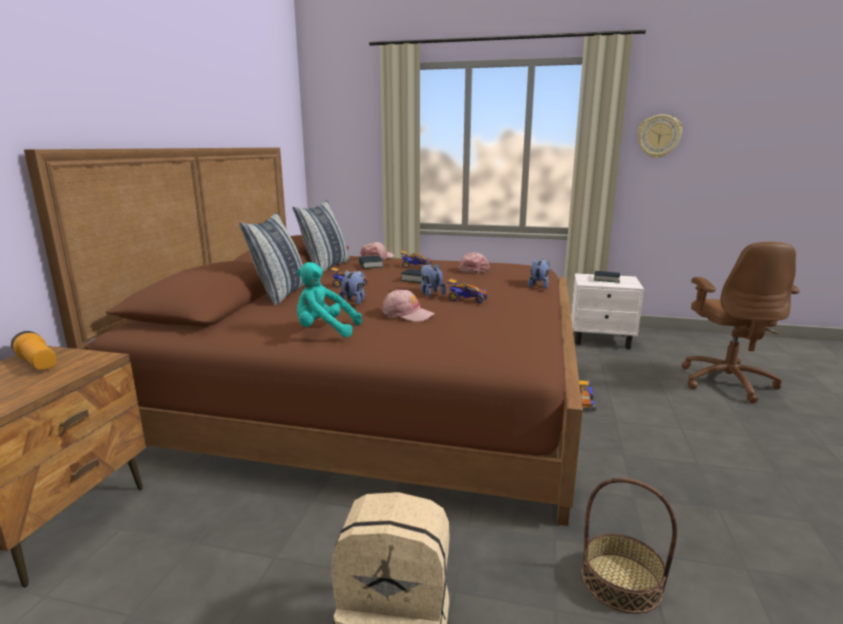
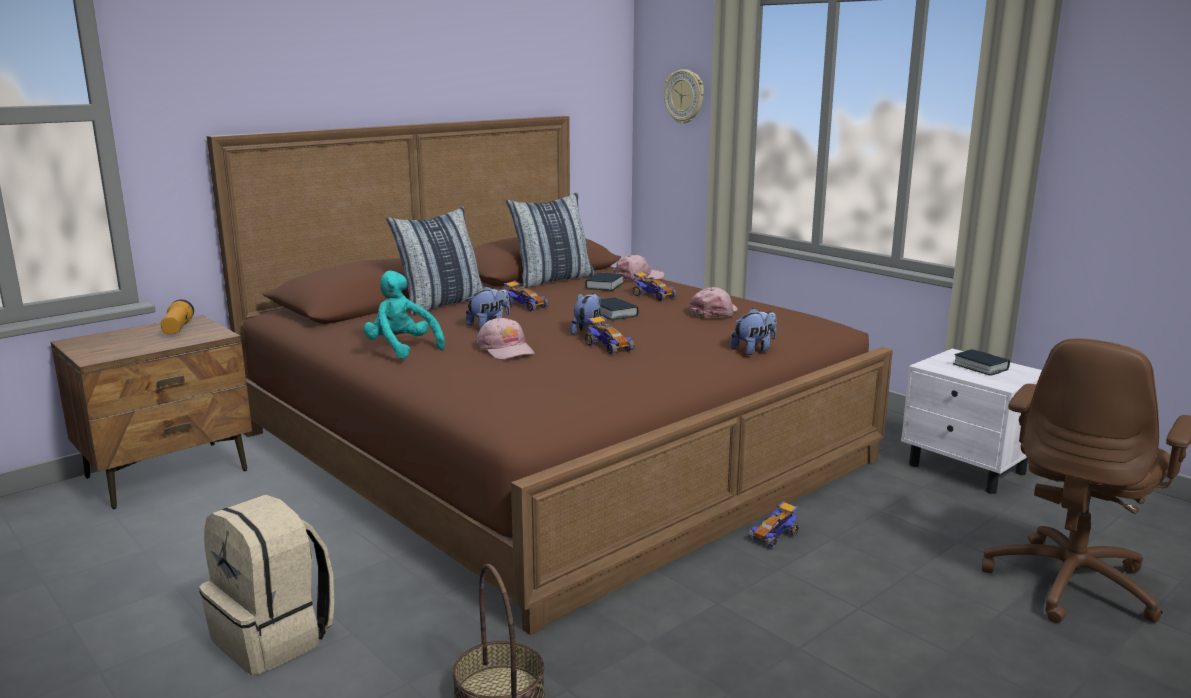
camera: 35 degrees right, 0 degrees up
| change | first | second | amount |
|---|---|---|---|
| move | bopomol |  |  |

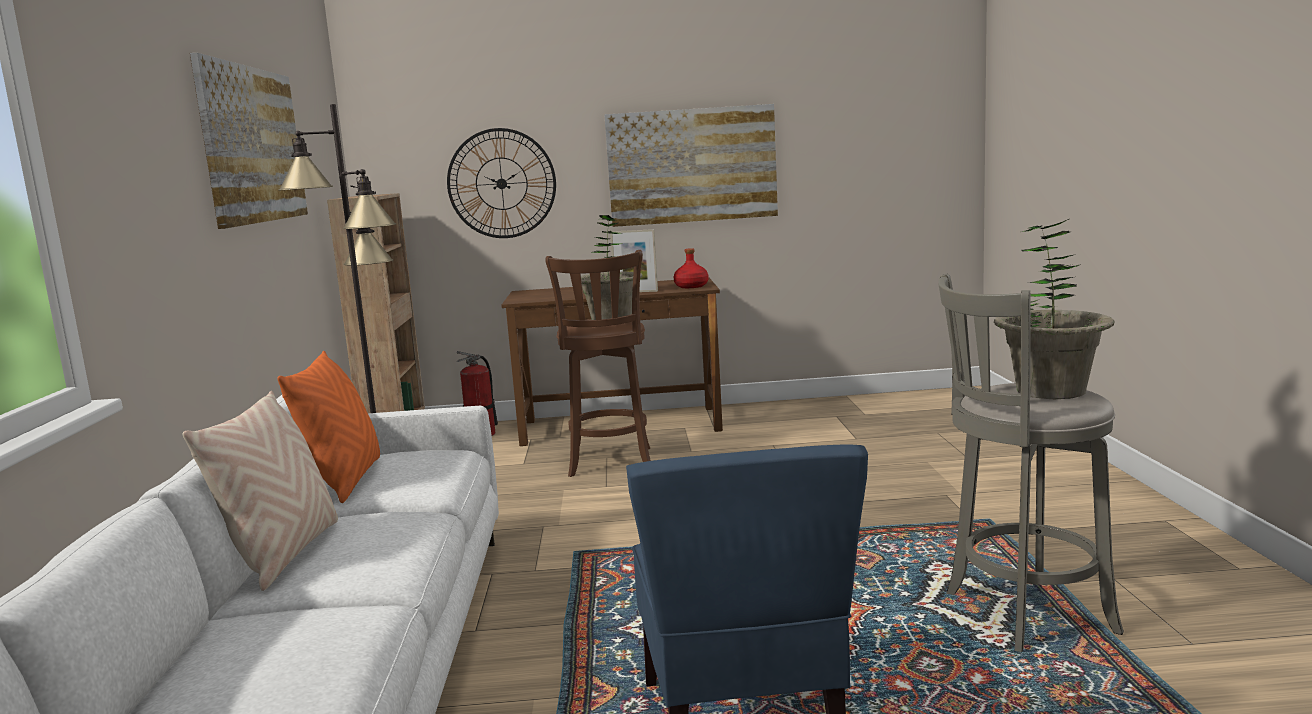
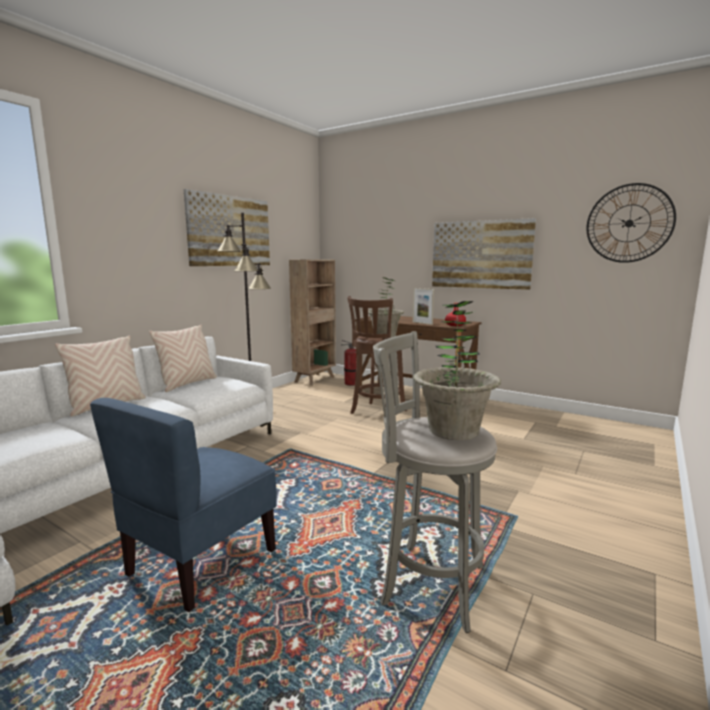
camera: 35 degrees right, 0 degrees up
| change | first | second | amount |
|---|---|---|---|
| move | bopomol |  |  |
| recolor | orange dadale | beige dadale (2nd from left) |  |

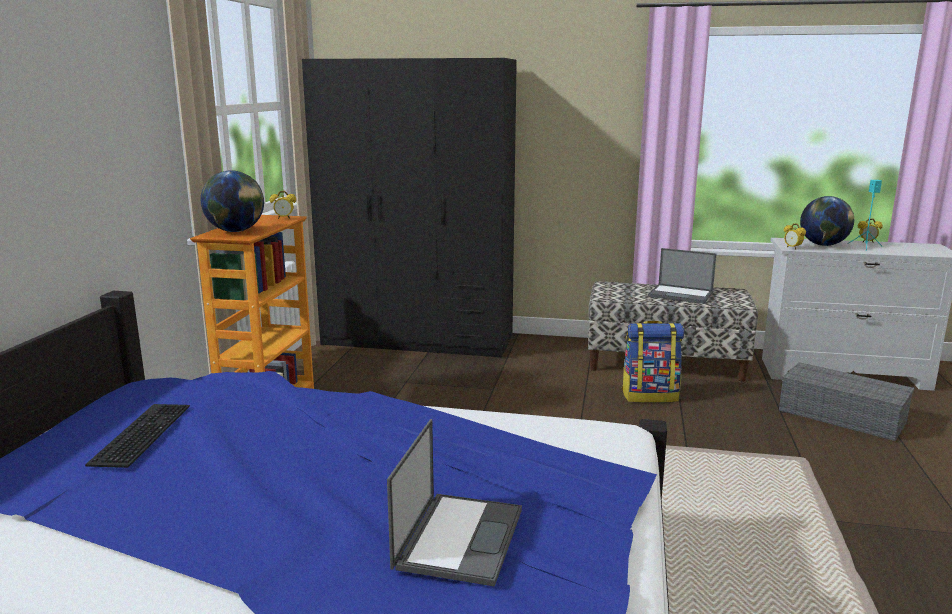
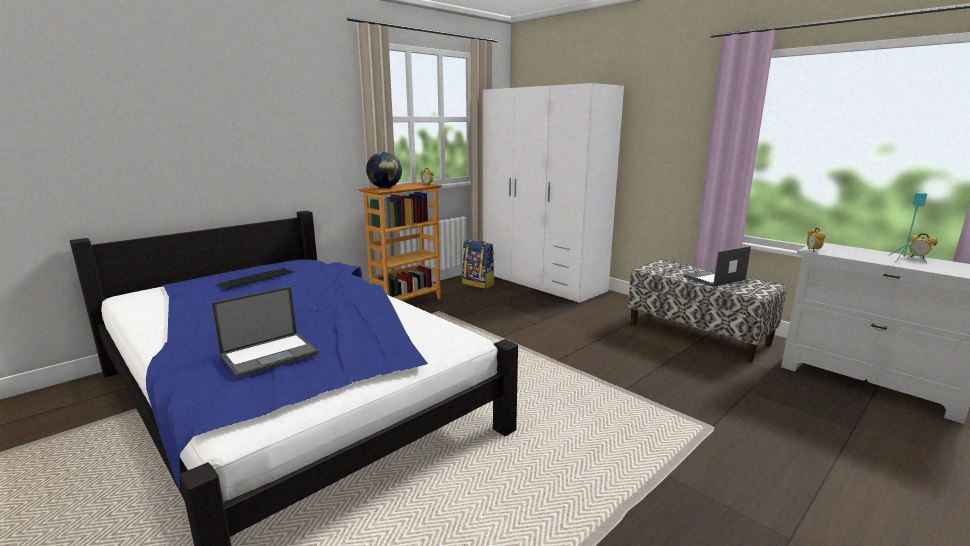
camera: 35 degrees right, 0 degrees up
| change | first | second | amount |
|---|---|---|---|
| delete | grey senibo |  |  |
| delete | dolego (2nd from left) |  |  |
| move | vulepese |  |  |
| recolor | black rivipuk | white rivipuk |  |
| rotate | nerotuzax (2nd from left) |  | 90 degrees clockwise |

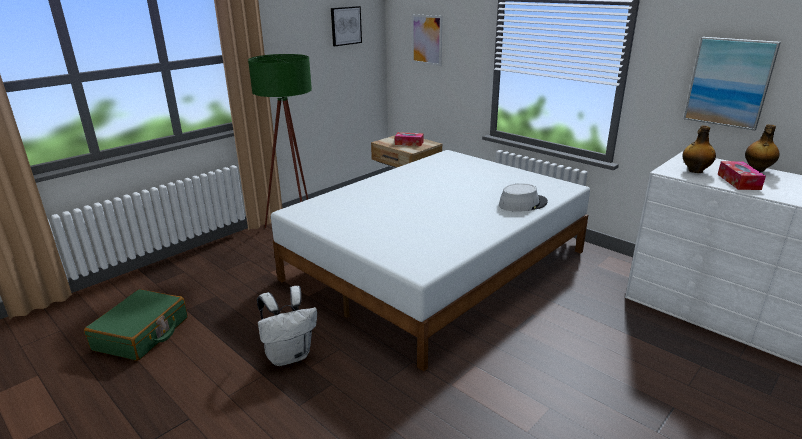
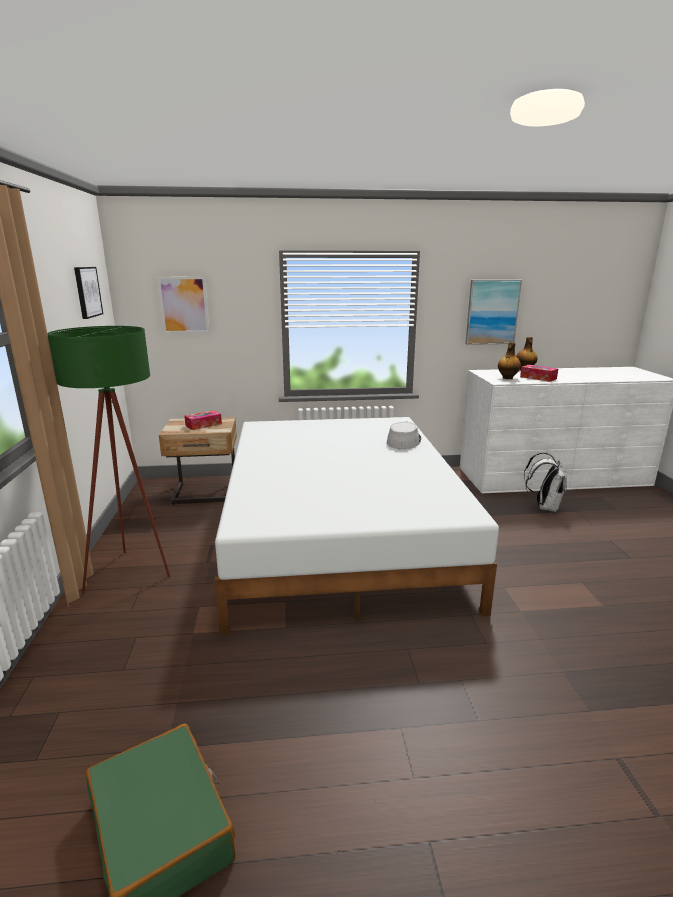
camera: 50 degrees left, 5 degrees down
| change | first | second | amount |
|---|---|---|---|
| move | white vulepese |  |  |

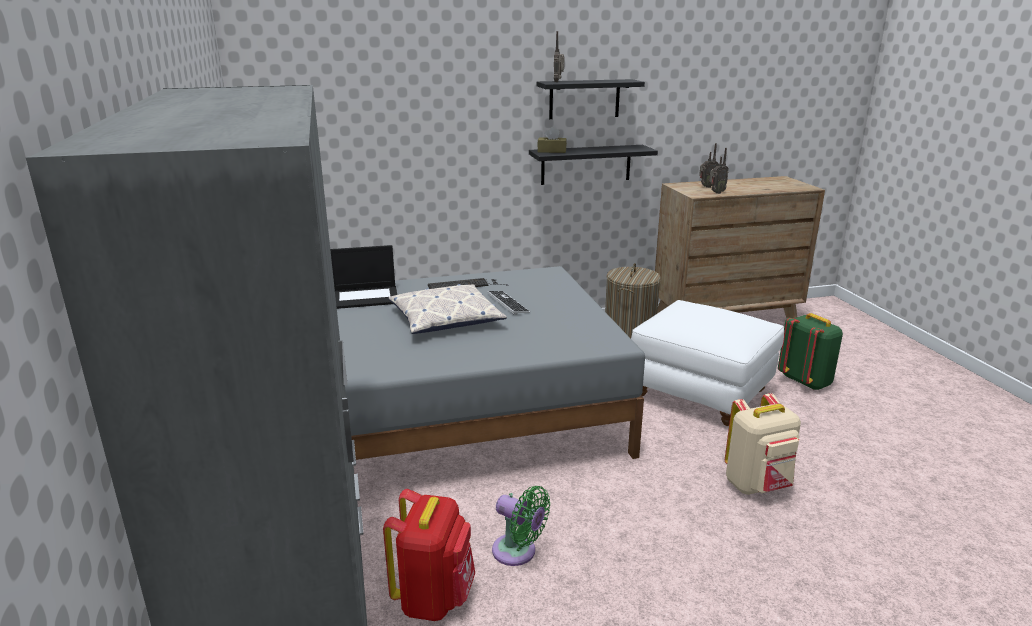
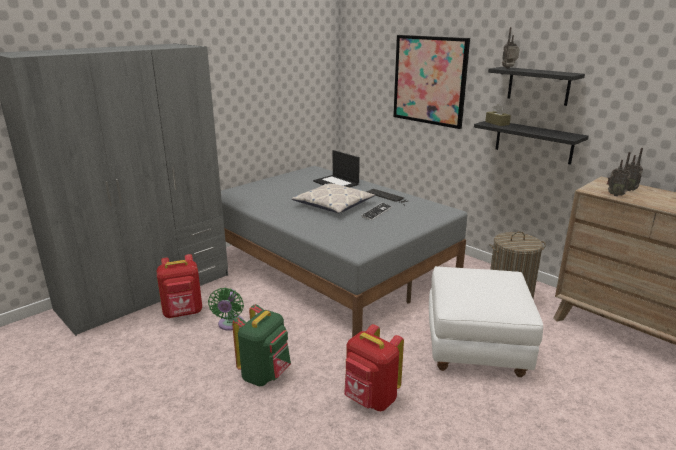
camera: 60 degrees right, 0 degrees up
| change | first | second | amount |
|---|---|---|---|
| insert |  | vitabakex |  |
| move | green vulepese |  |  |
| recolor | beige vulepese | red vulepese (2nd from left) |  |

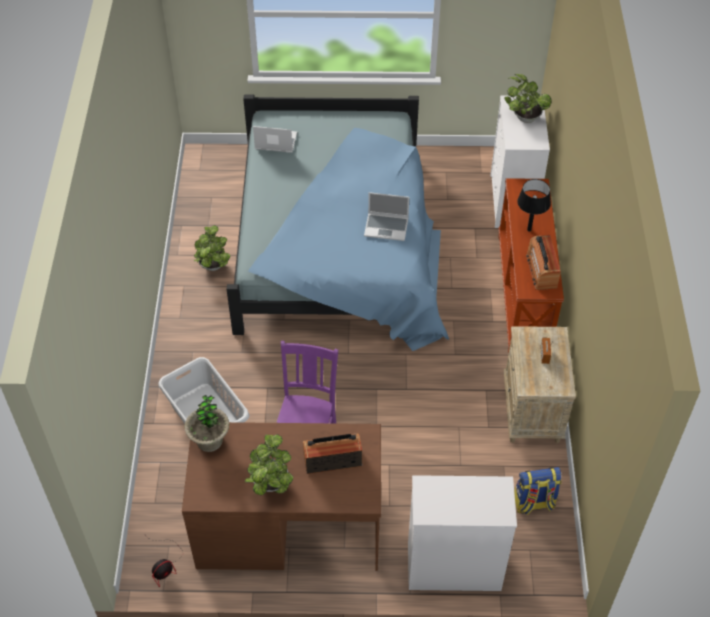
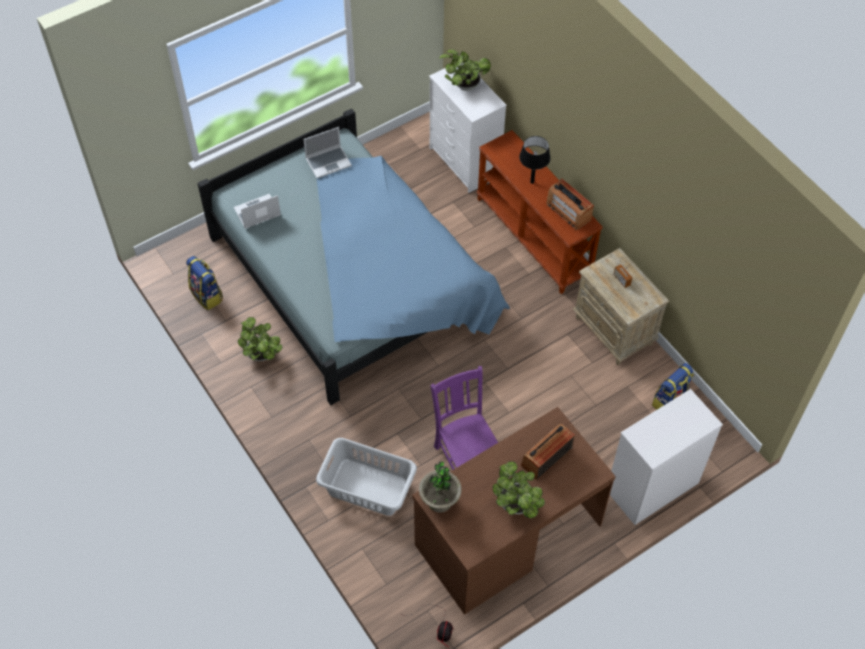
camera: 35 degrees left, 5 degrees up
| change | first | second | amount |
|---|---|---|---|
| insert |  | vulepese (1st from left) |  |
| move | nerotuzax (2nd from left) |  |  |

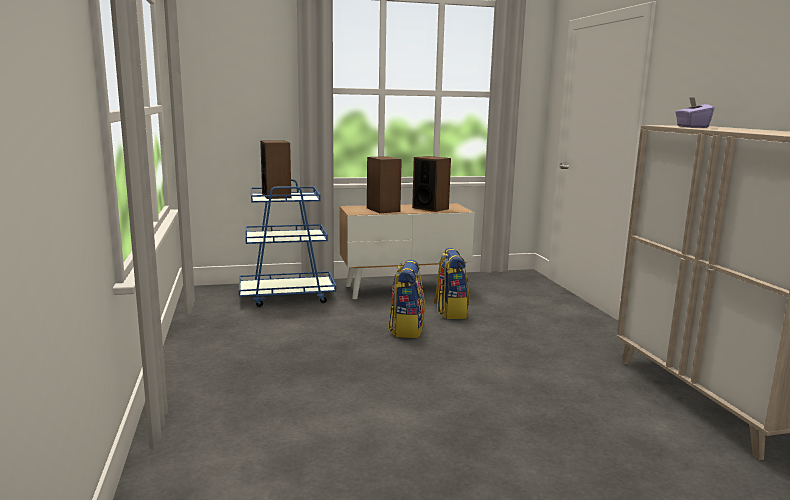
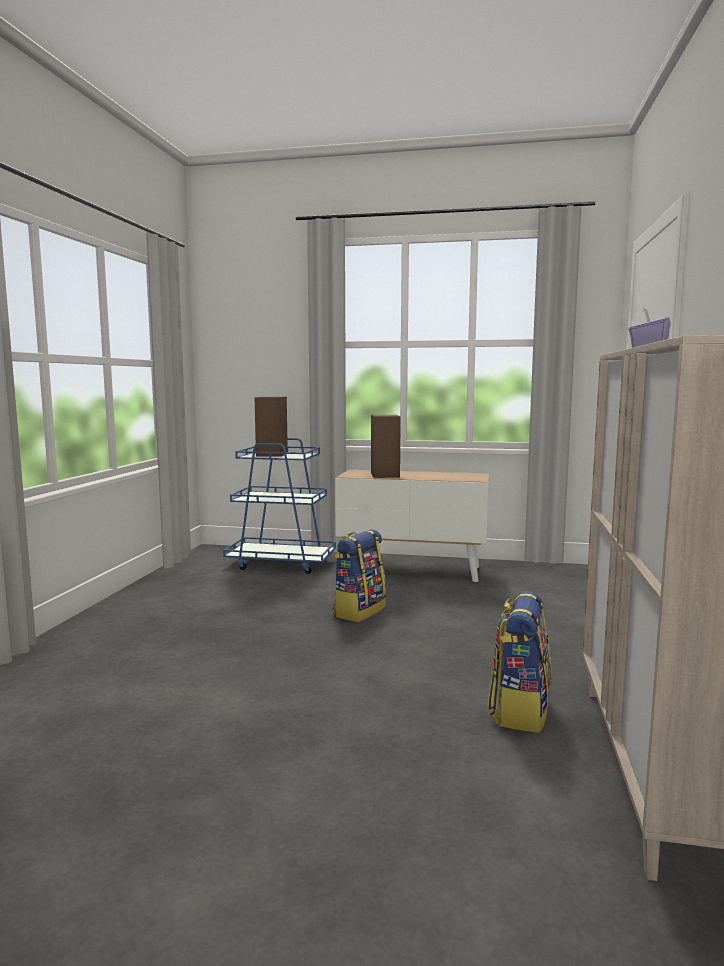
camera: 25 degrees right, 5 degrees down
| change | first | second | amount |
|---|---|---|---|
| delete | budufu (3rd from left) |  |  |
| move | vulepese (2nd from left) |  |  |

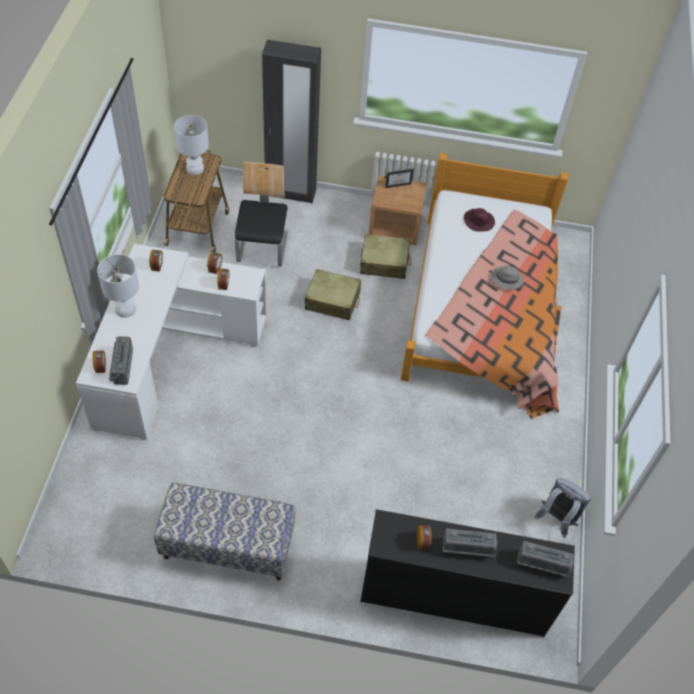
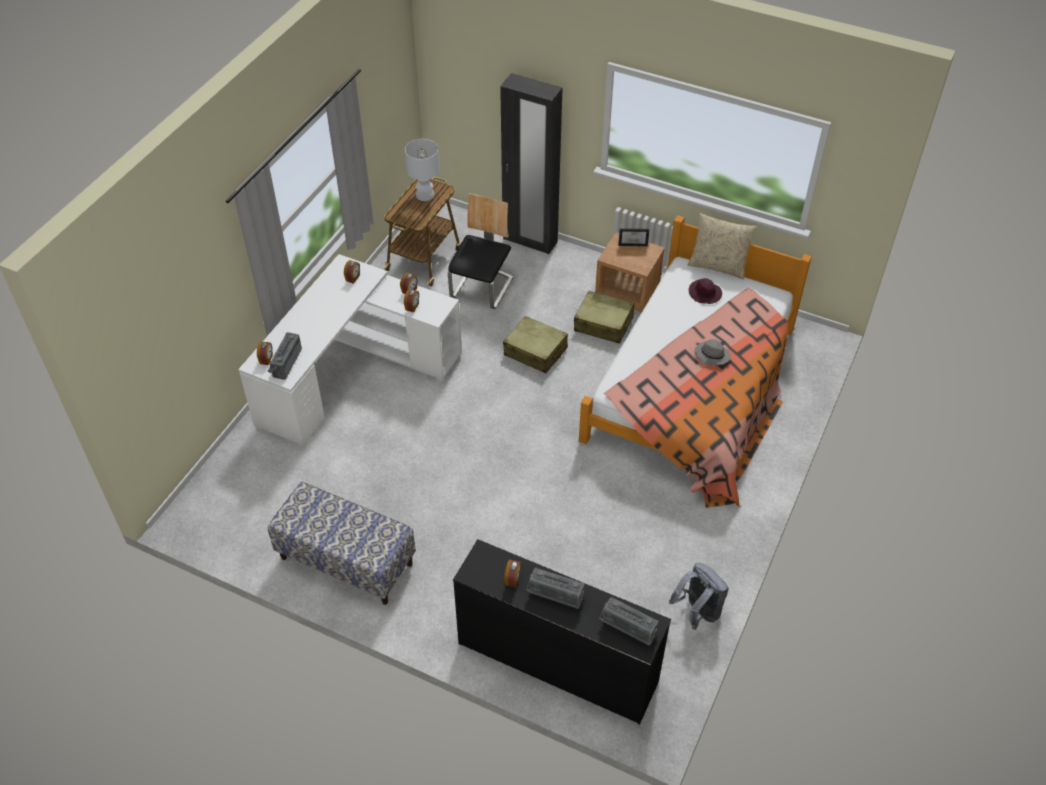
camera: 20 degrees right, 5 degrees down
| change | first | second | amount |
|---|---|---|---|
| delete | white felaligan (1st from left) |  |  |
| insert |  | beige dadale |  |

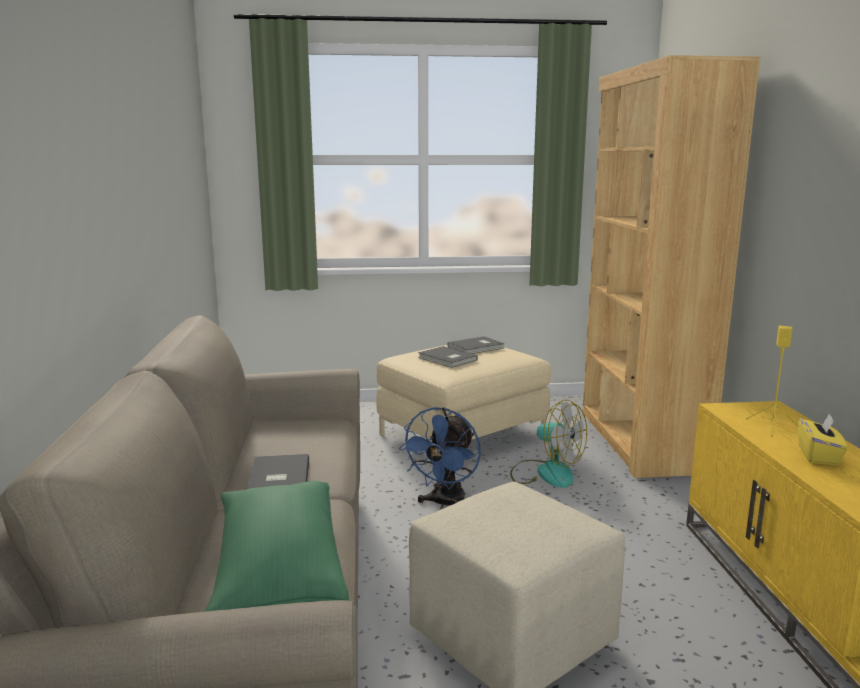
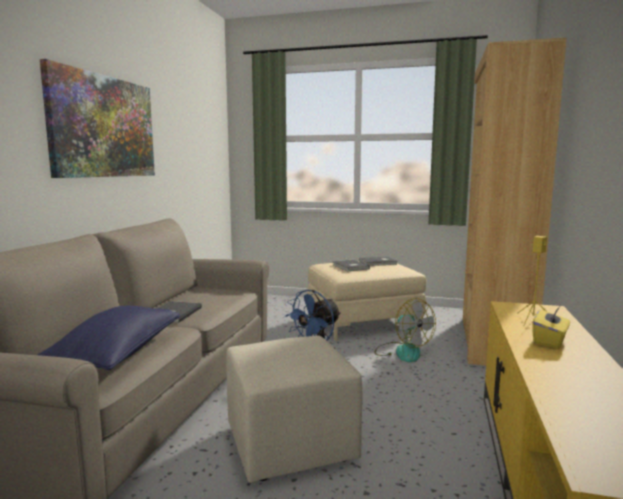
camera: 20 degrees right, 5 degrees down
| change | first | second | amount |
|---|---|---|---|
| insert |  | vitabakex |  |
| recolor | green dadale | blue dadale |  |

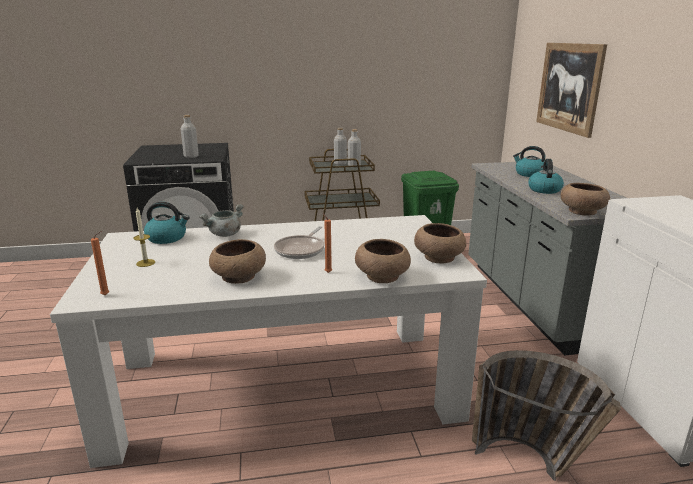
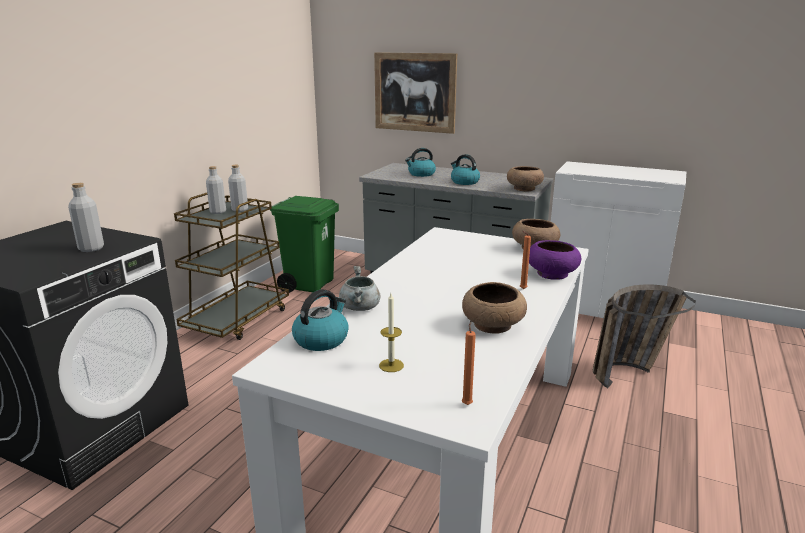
camera: 55 degrees left, 0 degrees up
| change | first | second | amount |
|---|---|---|---|
| delete | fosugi |  |  |
| recolor | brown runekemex (2nd from left) | purple runekemex |  |

